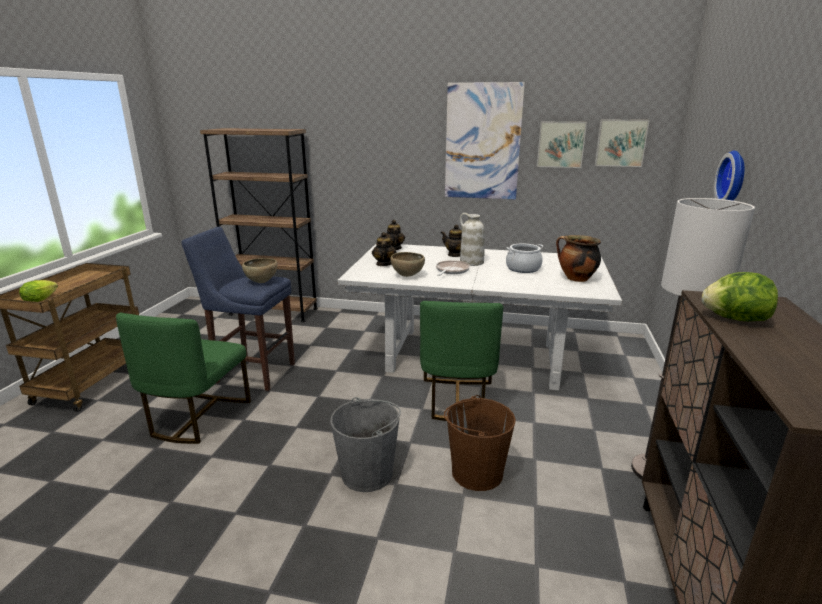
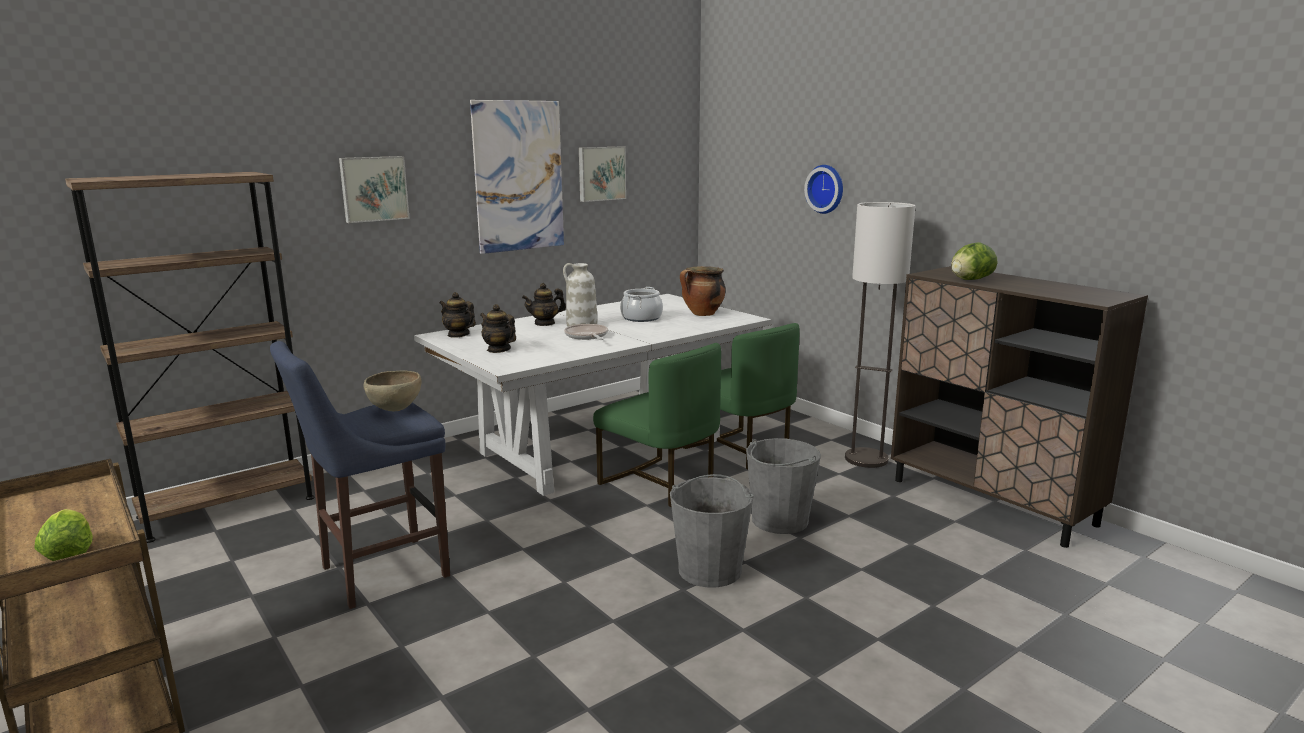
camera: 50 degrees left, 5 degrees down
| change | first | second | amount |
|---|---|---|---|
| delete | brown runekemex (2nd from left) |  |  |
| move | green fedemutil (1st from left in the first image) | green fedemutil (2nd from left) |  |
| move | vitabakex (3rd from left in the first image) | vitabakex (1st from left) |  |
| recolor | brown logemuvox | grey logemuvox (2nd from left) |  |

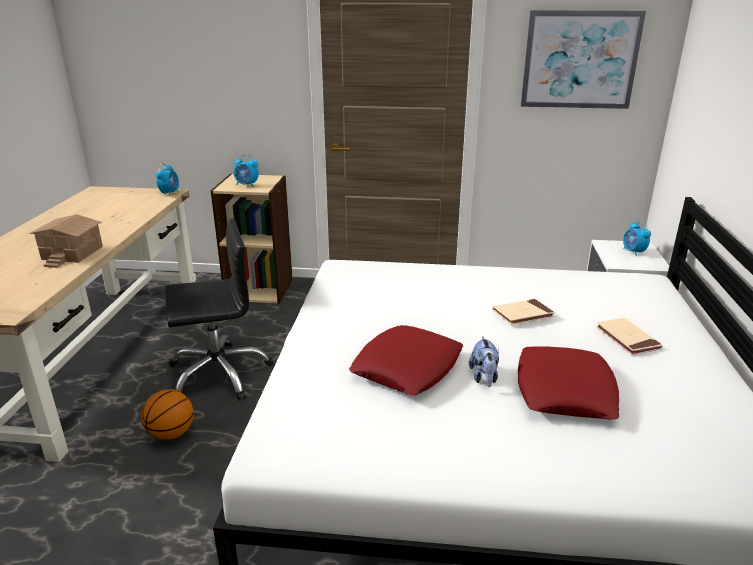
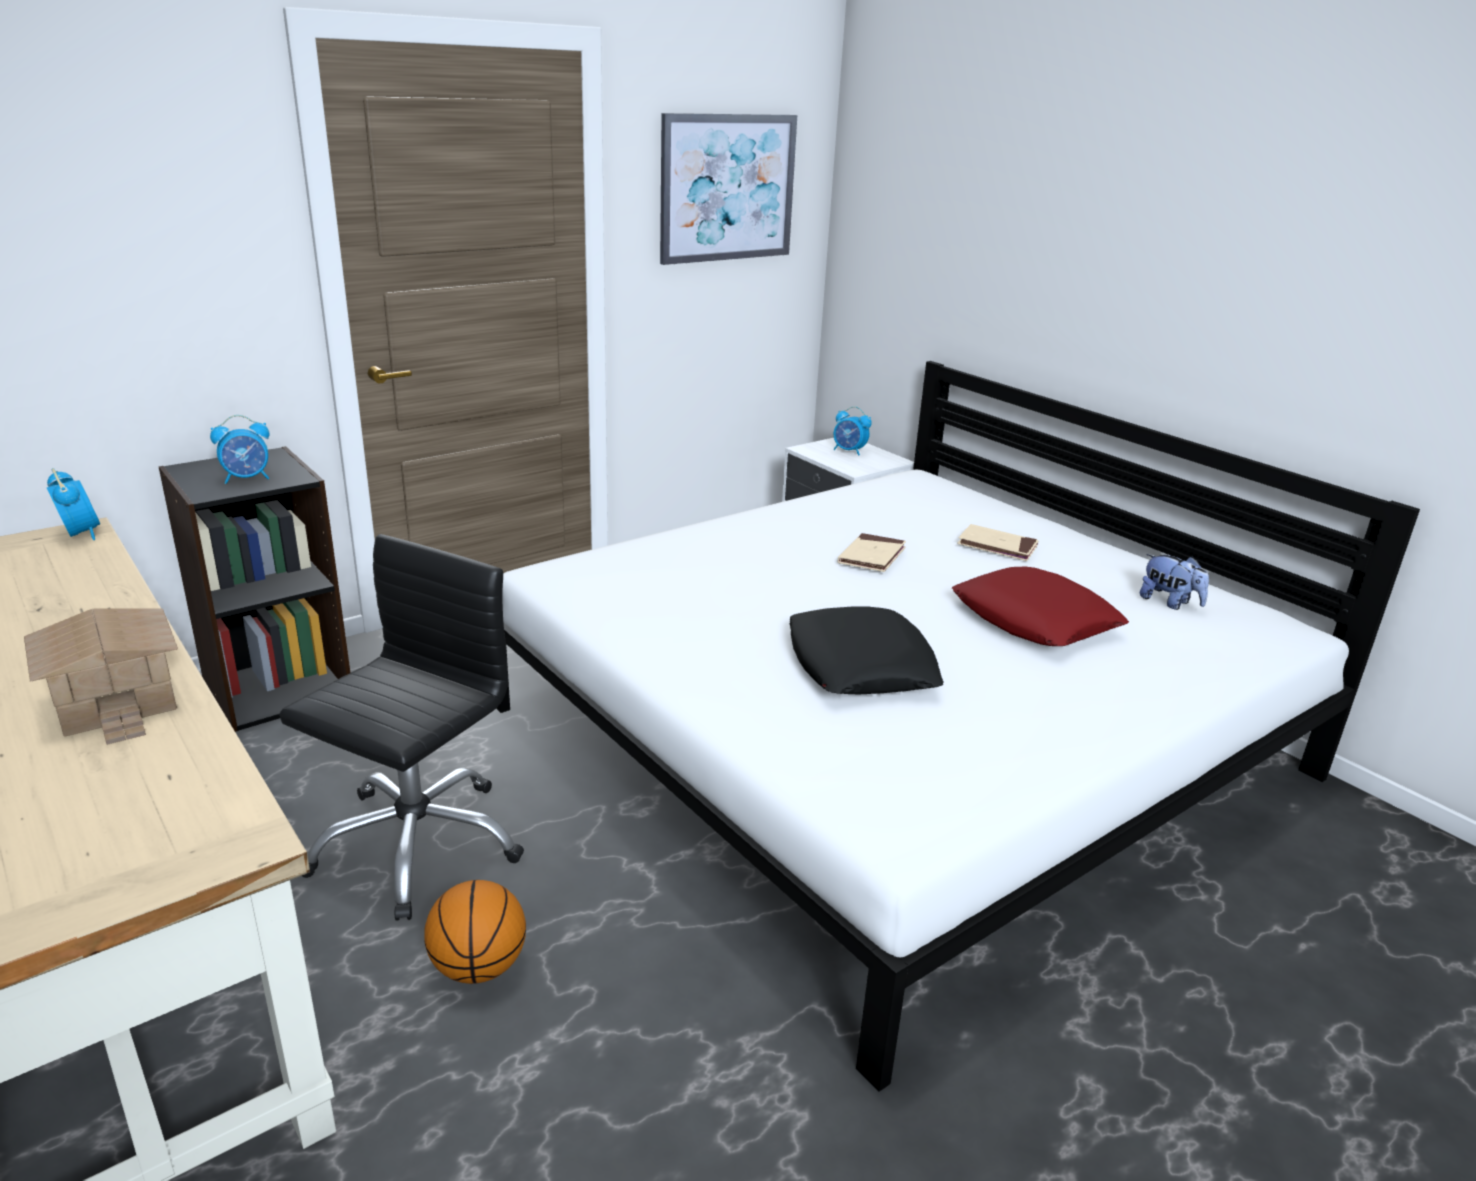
camera: 45 degrees left, 0 degrees up
| change | first | second | amount |
|---|---|---|---|
| move | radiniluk |  |  |
| recolor | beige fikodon | black fikodon |  |
| recolor | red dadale (1st from left) | black dadale |  |

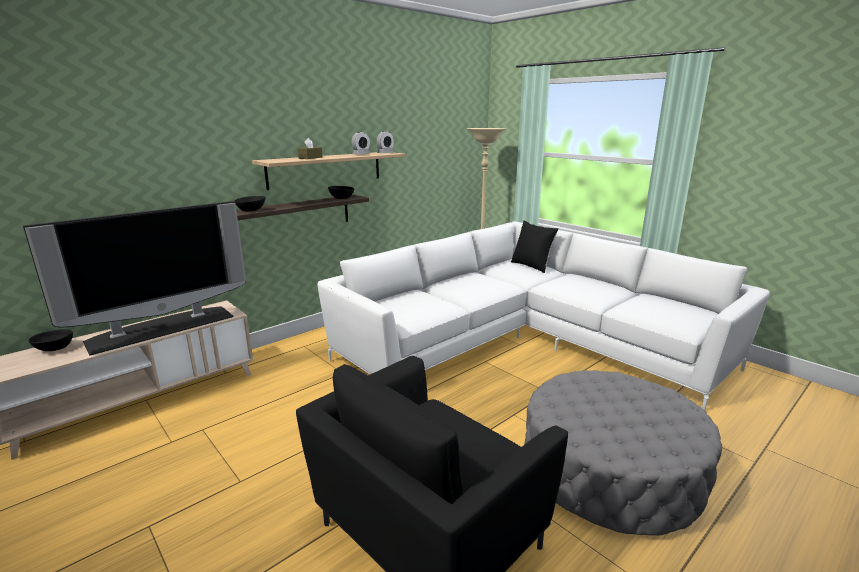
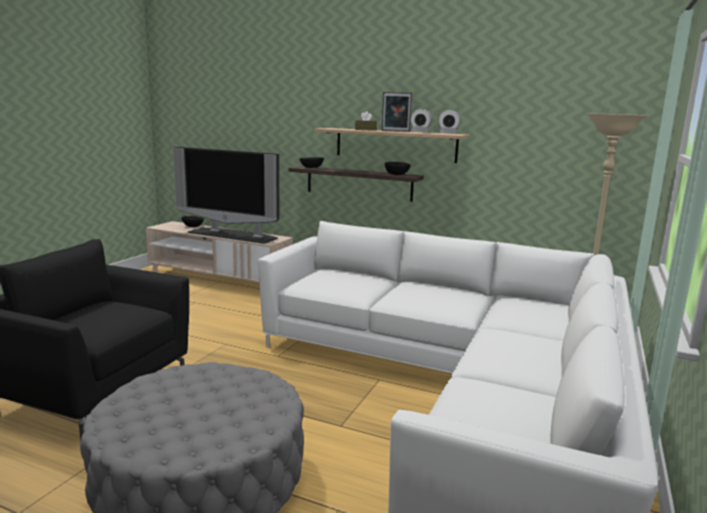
camera: 65 degrees right, 5 degrees down
| change | first | second | amount |
|---|---|---|---|
| delete | black dadale |  |  |
| insert |  | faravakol |  |

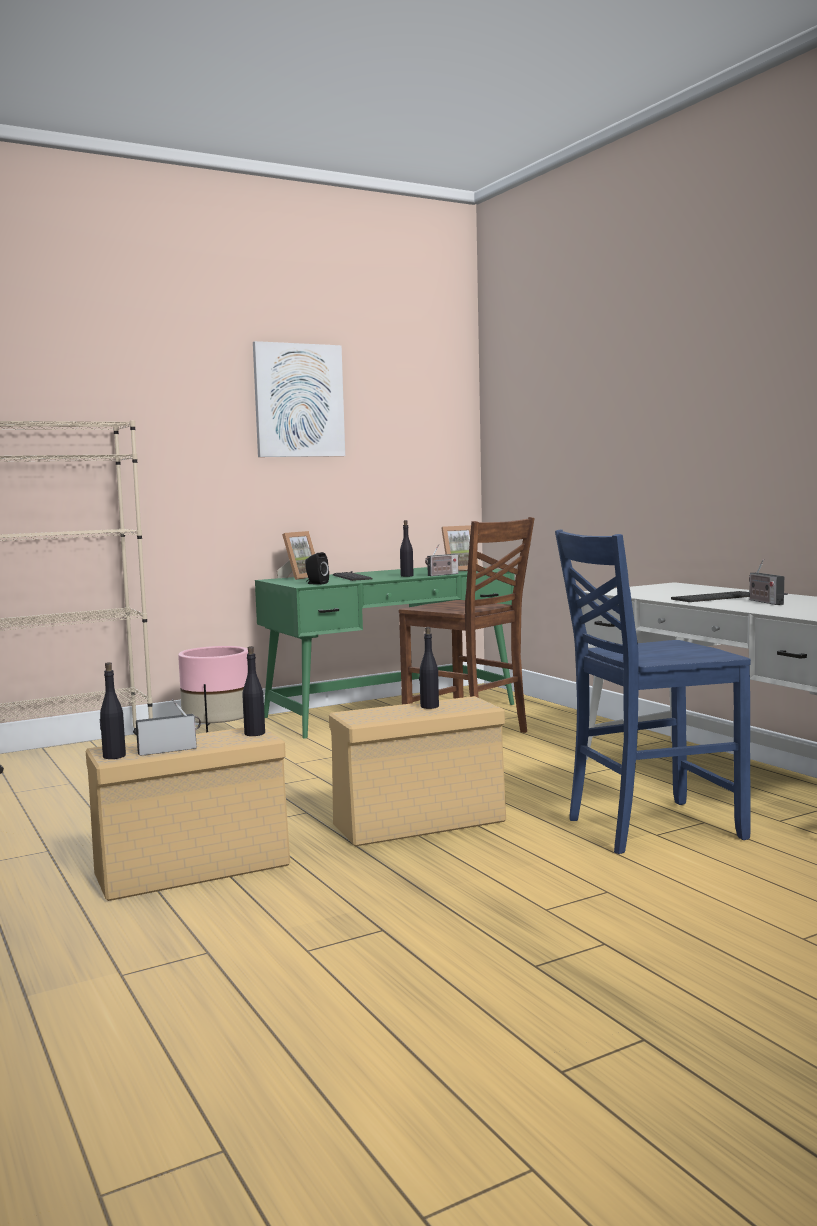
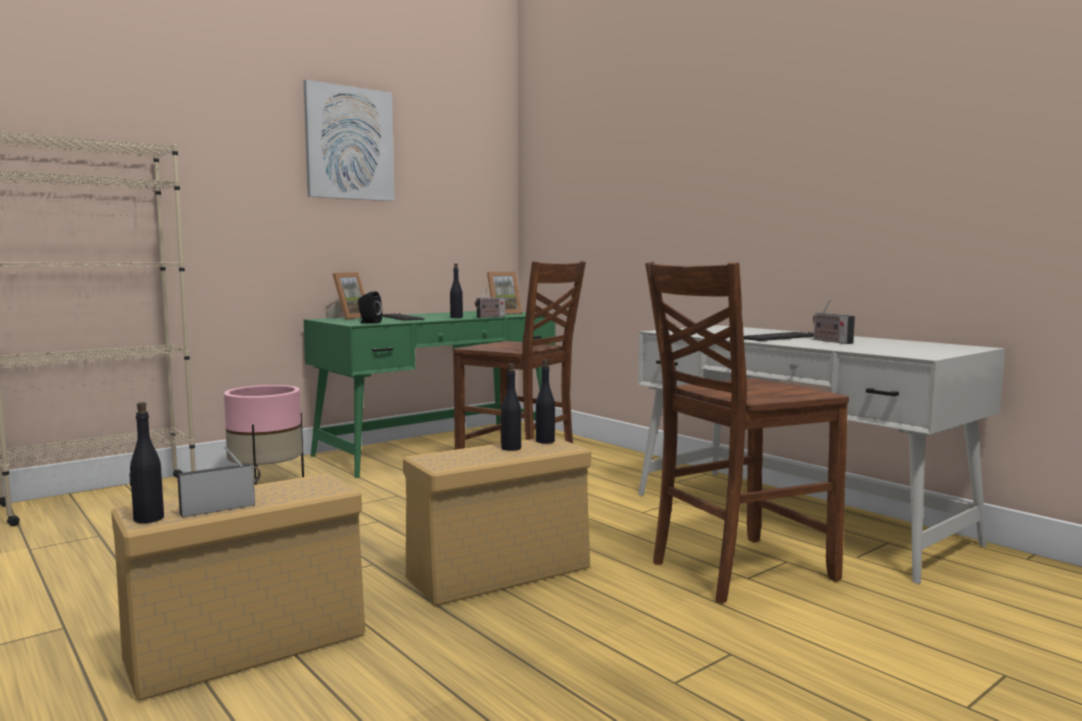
camera: 10 degrees left, 0 degrees up
| change | first | second | amount |
|---|---|---|---|
| move | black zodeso (2nd from left in the first image) | black zodeso (4th from left) |  |
| recolor | blue fedemutil | brown fedemutil (2nd from left) |  |

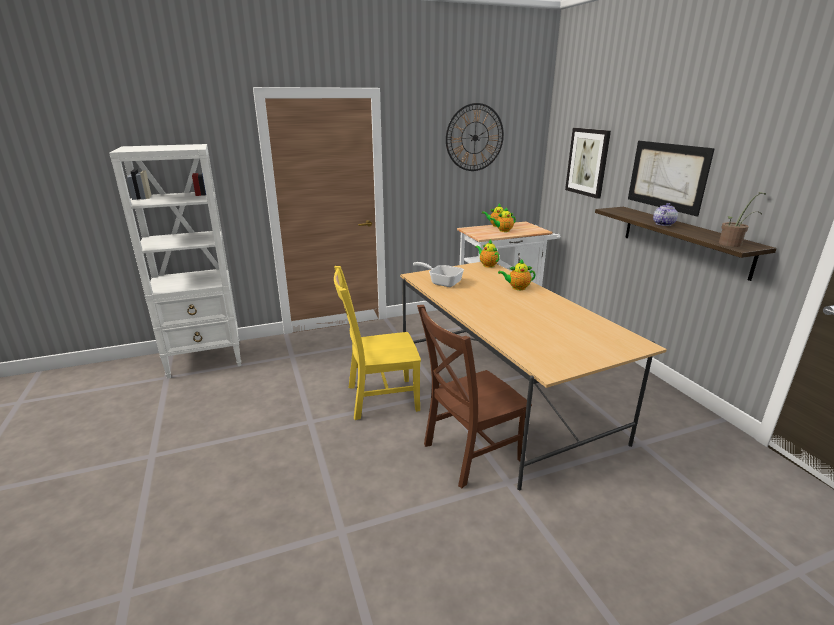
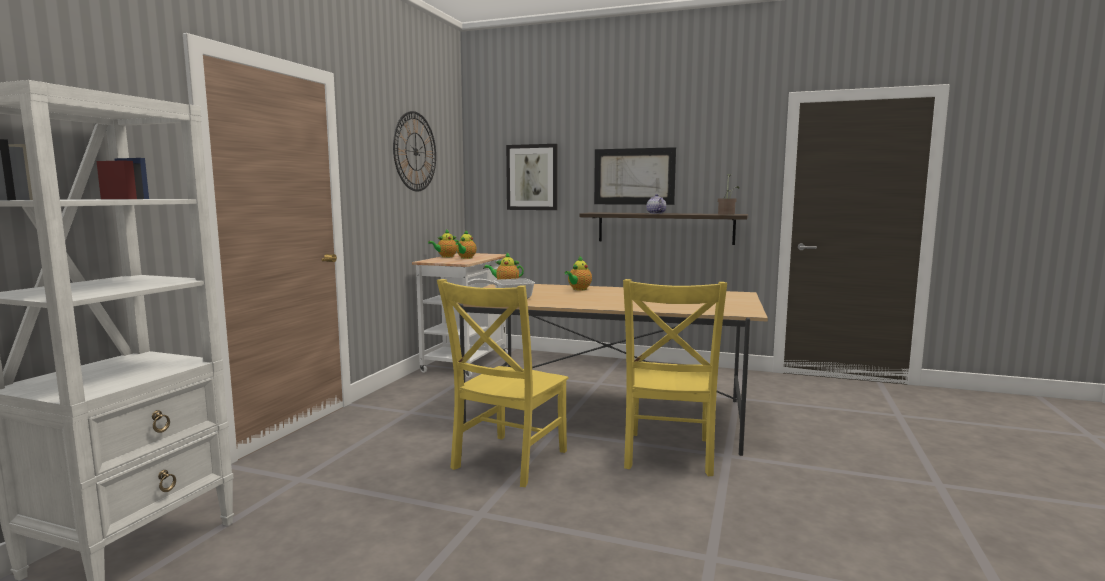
camera: 50 degrees left, 15 degrees down
| change | first | second | amount |
|---|---|---|---|
| recolor | brown fedemutil | yellow fedemutil (2nd from left) |  |

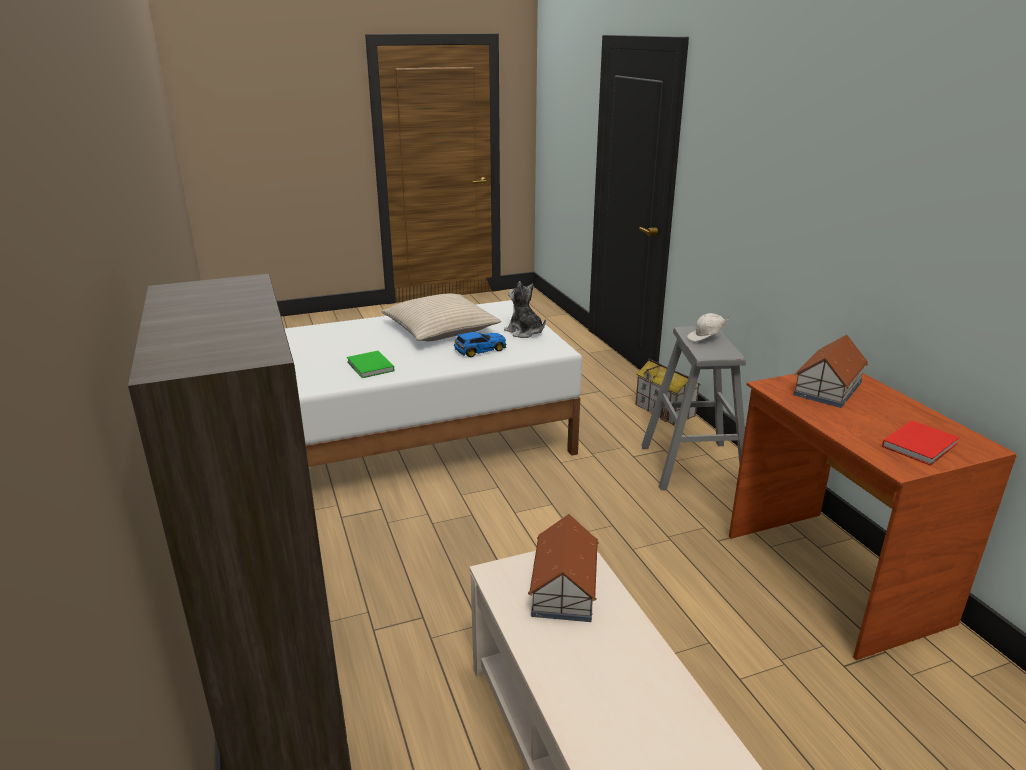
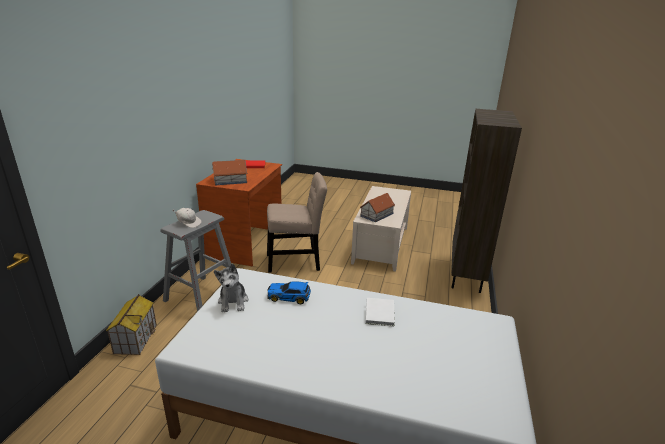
camera: 145 degrees left, 0 degrees up
| change | first | second | amount |
|---|---|---|---|
| delete | beige dadale |  |  |
| insert |  | beige fedemutil |  |
| recolor | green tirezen | white tirezen |  |

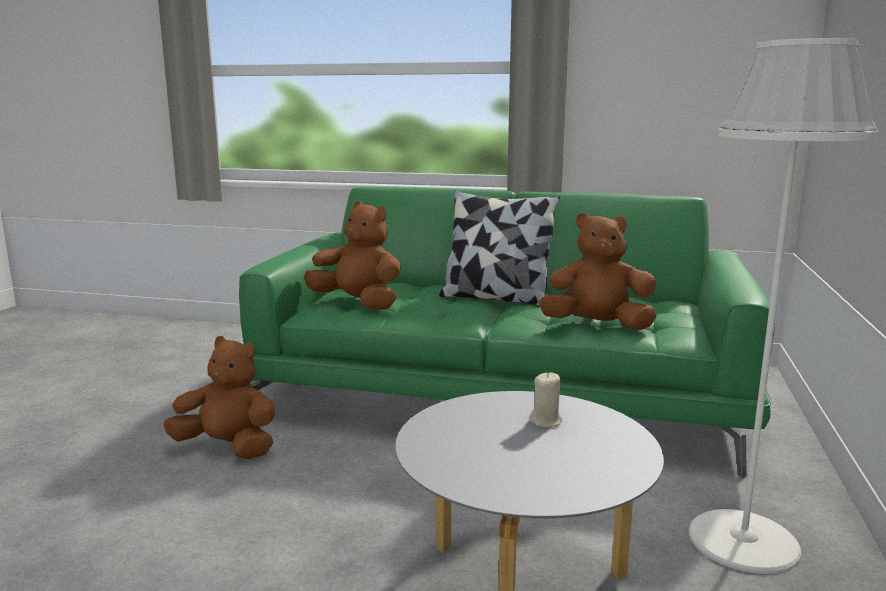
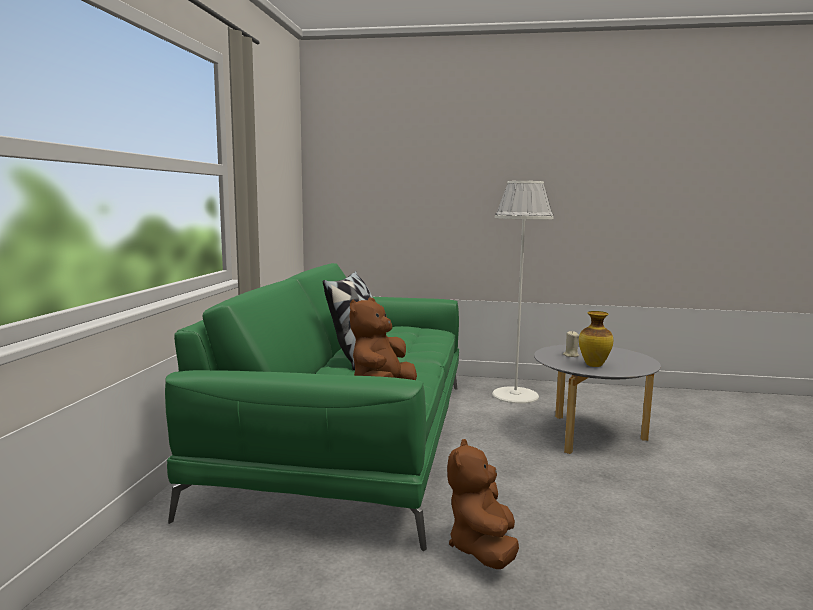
camera: 95 degrees left, 5 degrees down
| change | first | second | amount |
|---|---|---|---|
| delete | brown radiniluk (3rd from left) |  |  |
| insert |  | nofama |  |

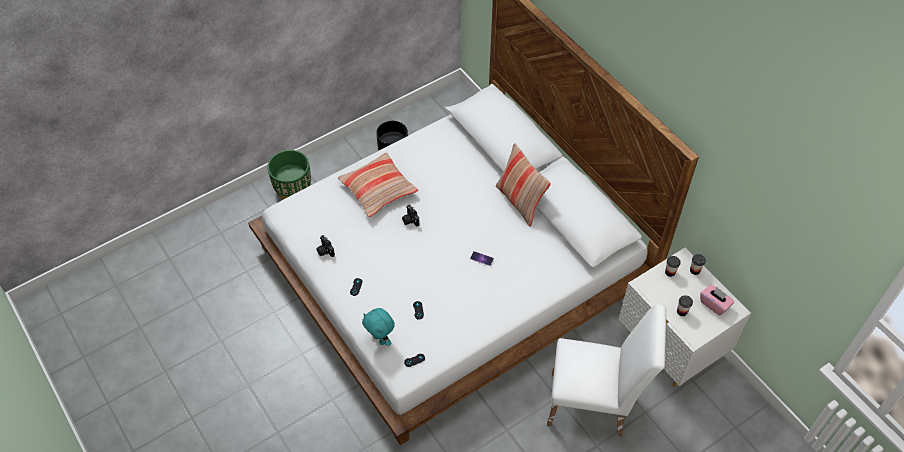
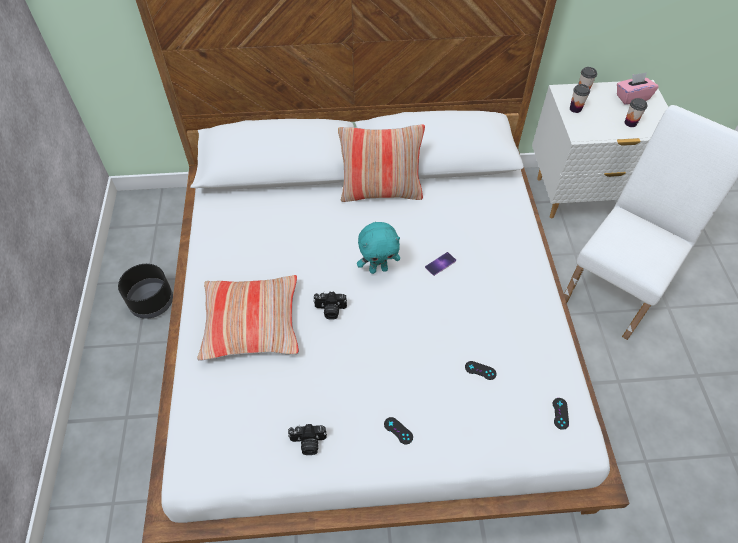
camera: 60 degrees left, 0 degrees up
| change | first | second | amount |
|---|---|---|---|
| delete | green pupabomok |  |  |
| move | turquoise radiniluk |  |  |

